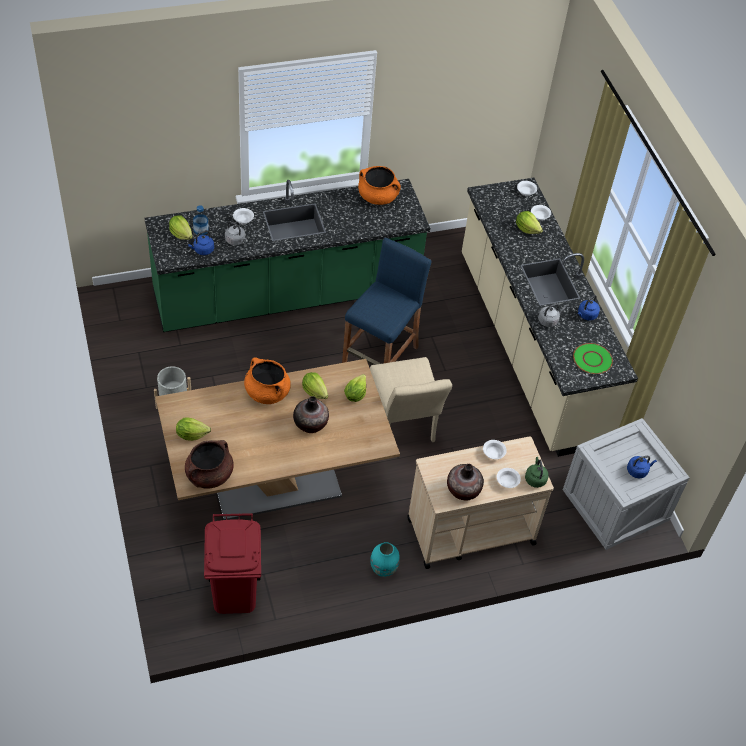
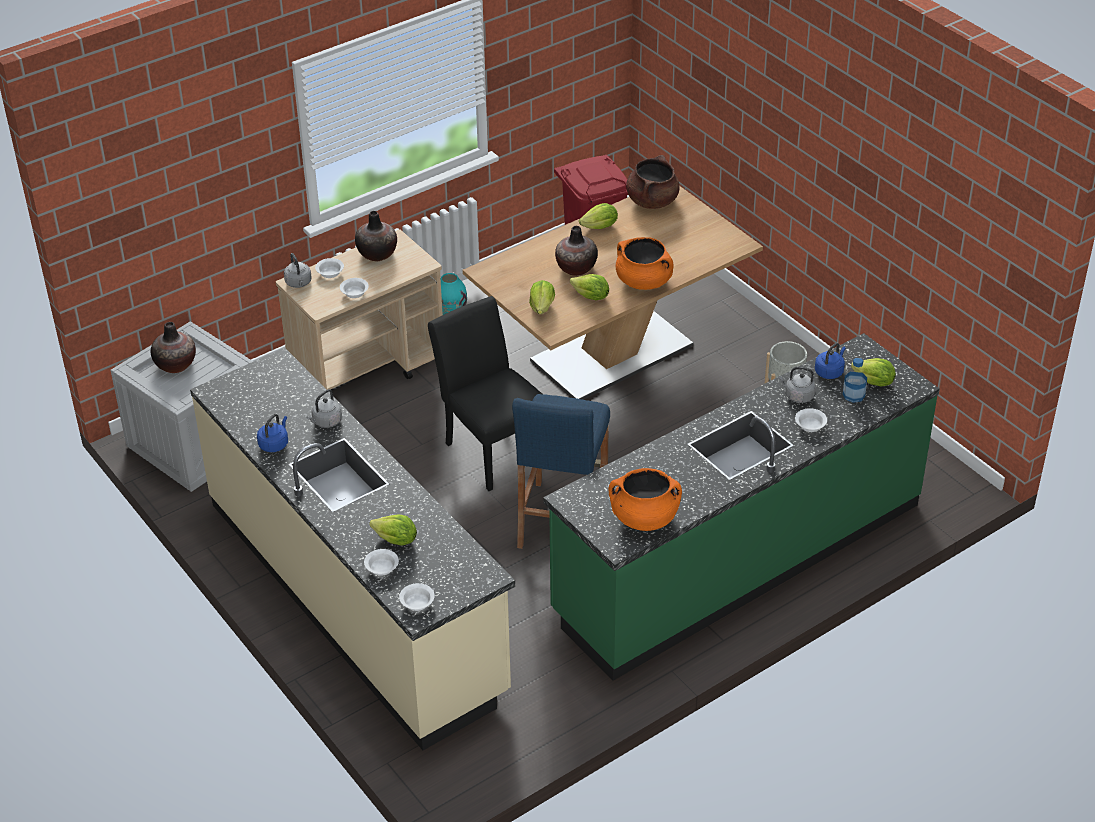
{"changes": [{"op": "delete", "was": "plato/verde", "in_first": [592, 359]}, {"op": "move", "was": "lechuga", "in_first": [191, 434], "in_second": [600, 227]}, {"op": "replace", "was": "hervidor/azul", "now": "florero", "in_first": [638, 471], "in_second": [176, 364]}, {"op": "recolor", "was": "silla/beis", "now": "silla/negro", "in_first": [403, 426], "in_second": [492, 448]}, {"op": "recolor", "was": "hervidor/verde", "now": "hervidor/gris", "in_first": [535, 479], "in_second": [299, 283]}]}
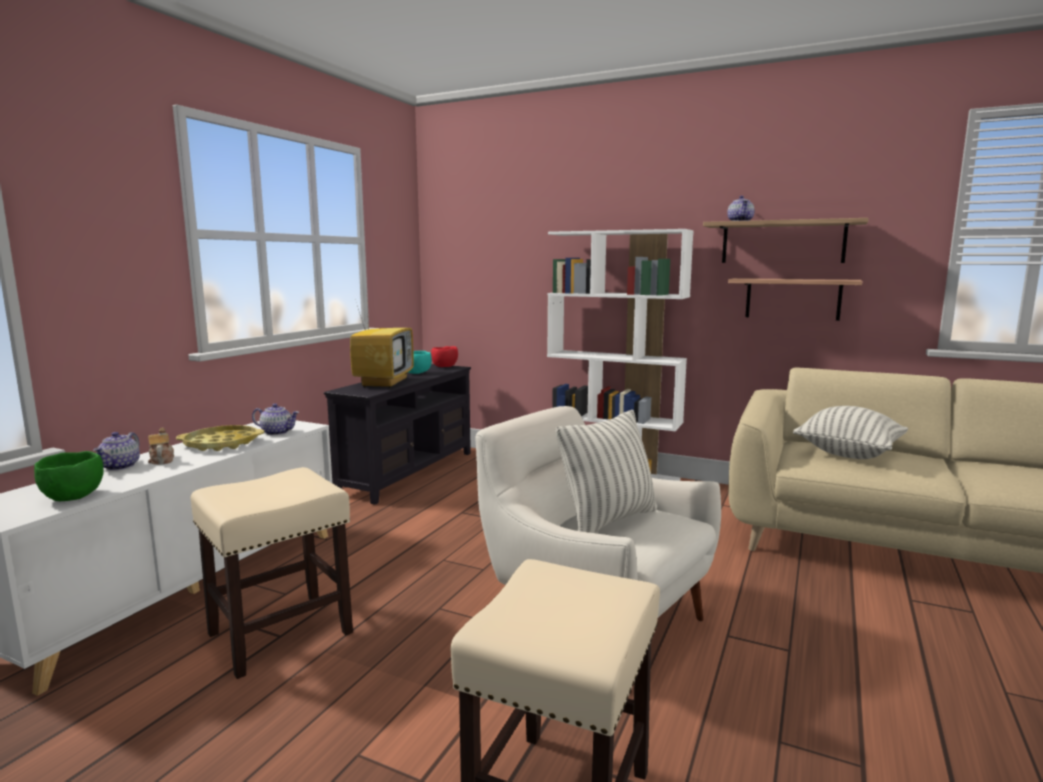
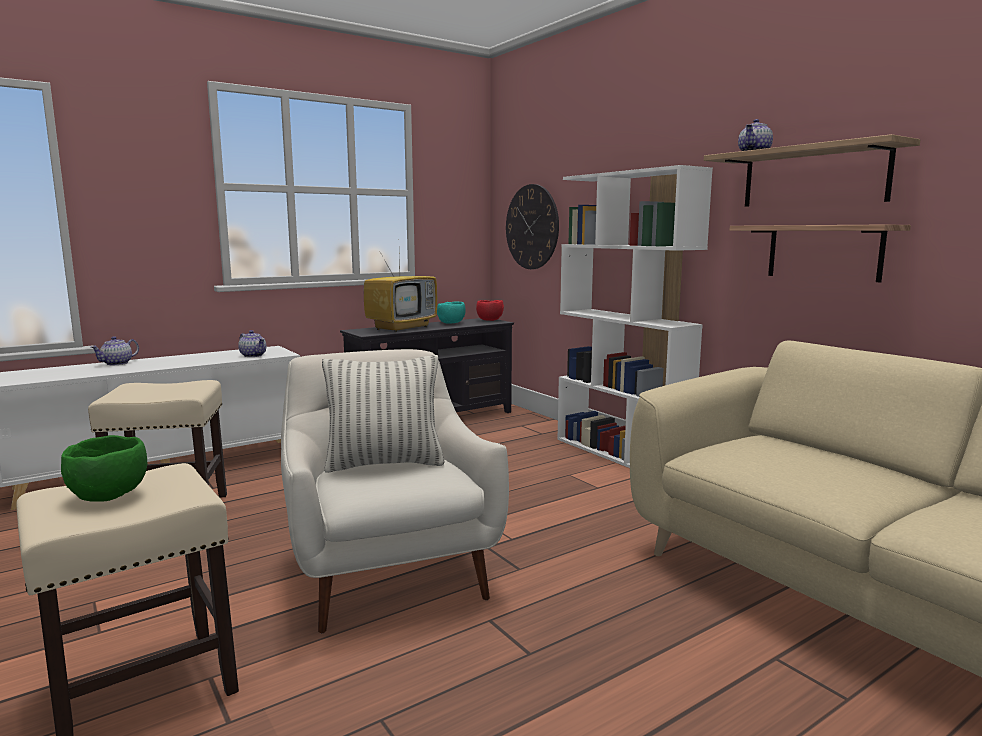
{"changes": [{"op": "delete", "was": "tetera", "in_first": [161, 460]}, {"op": "delete", "was": "bandeja/amarillo", "in_first": [221, 444]}, {"op": "delete", "was": "cojín", "in_first": [848, 454]}, {"op": "insert", "now": "reloj de pared", "in_second": [532, 227]}, {"op": "move", "was": "cuenco/verde", "in_first": [73, 496], "in_second": [110, 495]}]}
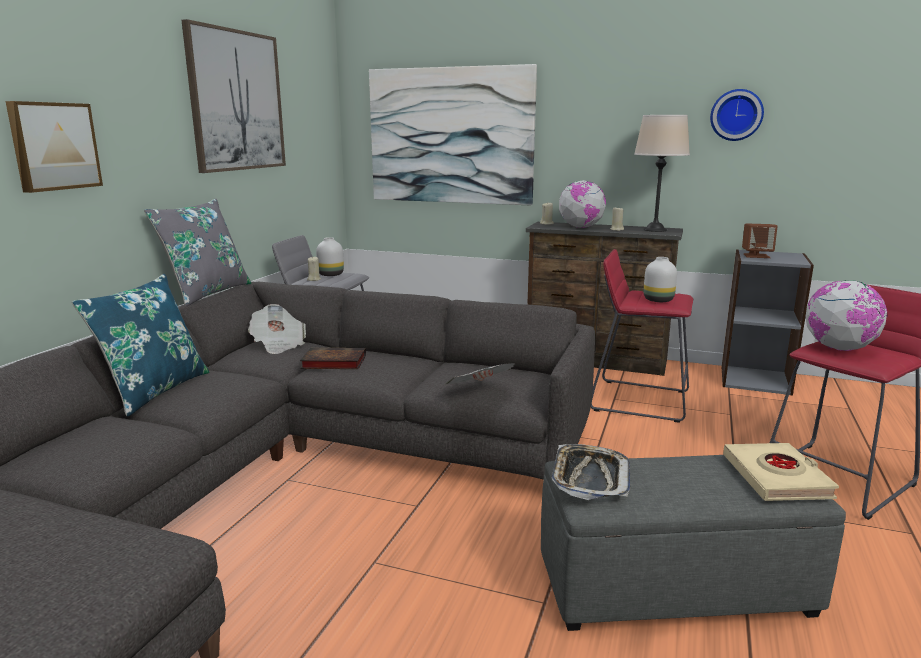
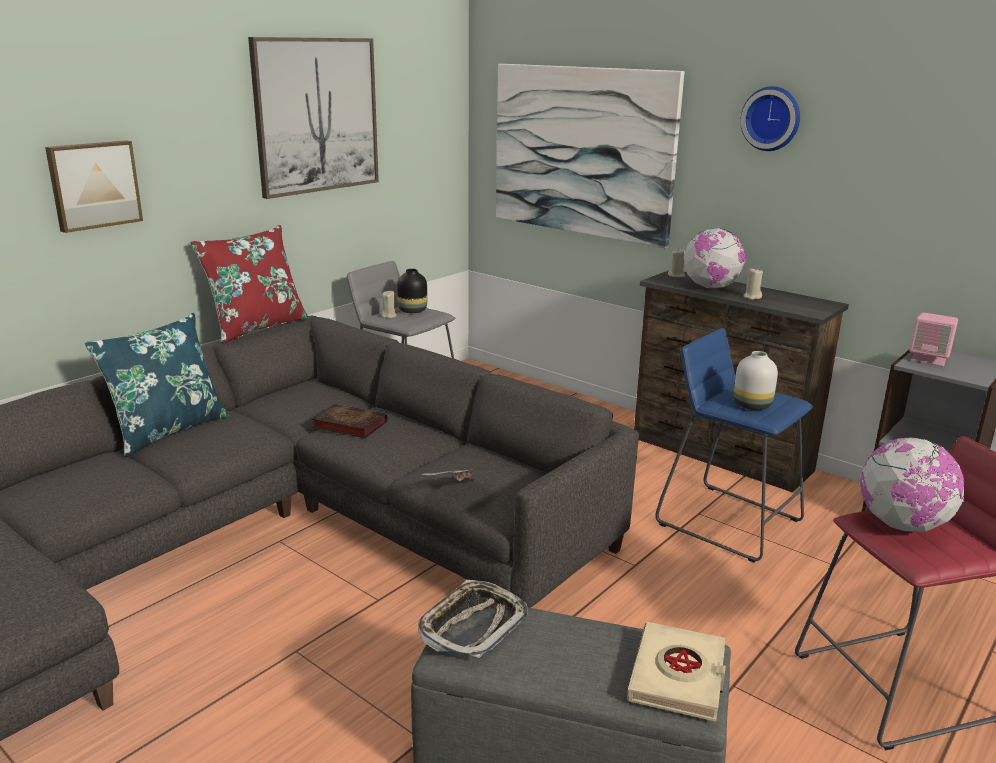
{"changes": [{"op": "delete", "was": "periódico", "in_first": [279, 344]}, {"op": "delete", "was": "lámpara de mesa/beis", "in_first": [655, 230]}, {"op": "move", "was": "reloj de pared", "in_first": [736, 115], "in_second": [772, 118]}, {"op": "recolor", "was": "cojín/gris", "now": "cojín/rojo", "in_first": [207, 293], "in_second": [256, 327]}, {"op": "recolor", "was": "florero/blanco", "now": "florero/negro", "in_first": [331, 274], "in_second": [413, 310]}, {"op": "recolor", "was": "taburete/rojo", "now": "taburete/azul", "in_first": [639, 400], "in_second": [728, 522]}, {"op": "recolor", "was": "altavoz/marrón", "now": "altavoz/rosa", "in_first": [756, 256], "in_second": [929, 359]}]}
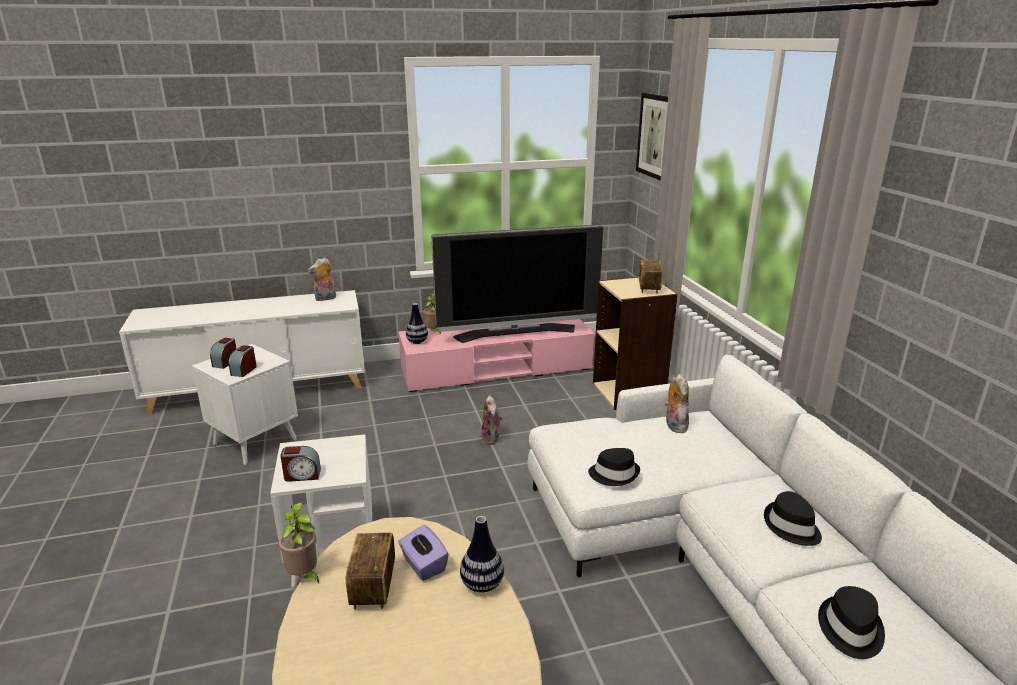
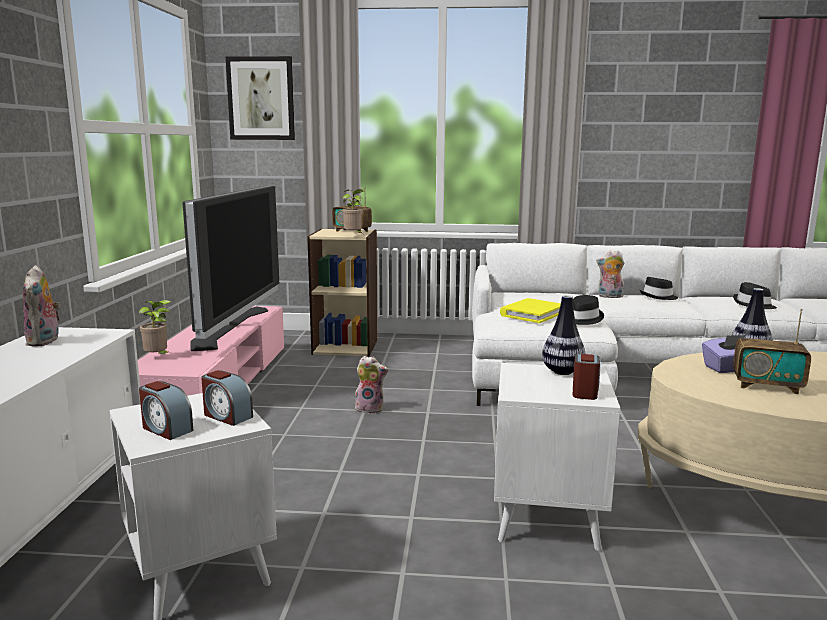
{"changes": [{"op": "insert", "now": "libro/amarillo", "in_second": [532, 314]}, {"op": "move", "was": "planta en maceta", "in_first": [304, 576], "in_second": [354, 236]}, {"op": "move", "was": "florero", "in_first": [417, 342], "in_second": [562, 372]}, {"op": "move", "was": "peluche", "in_first": [674, 425], "in_second": [609, 297]}]}
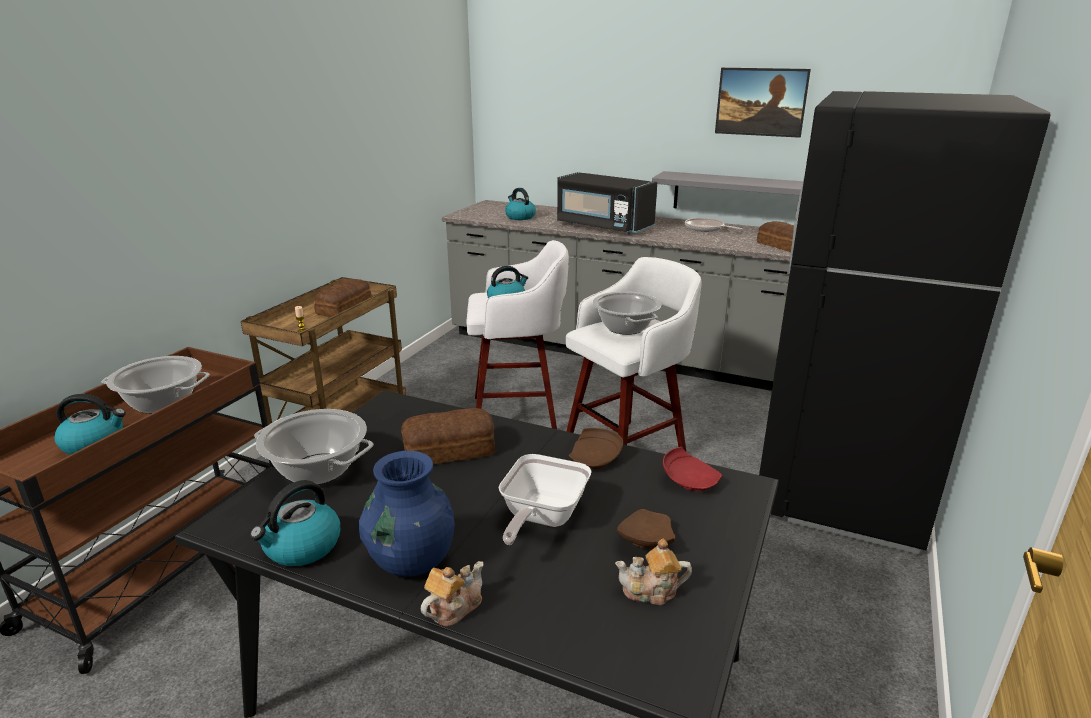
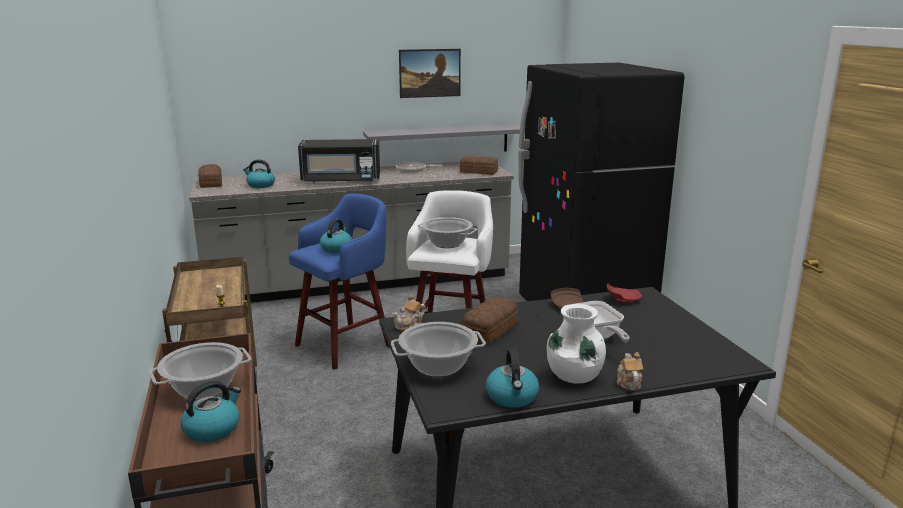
{"changes": [{"op": "delete", "was": "plato/marrón", "in_first": [644, 541]}, {"op": "move", "was": "pan", "in_first": [346, 307], "in_second": [211, 183]}, {"op": "move", "was": "tetera", "in_first": [651, 591], "in_second": [409, 325]}, {"op": "recolor", "was": "florero/azul", "now": "florero/blanco", "in_first": [412, 559], "in_second": [574, 376]}, {"op": "recolor", "was": "taburete/blanco", "now": "taburete/azul", "in_first": [518, 414], "in_second": [346, 345]}]}
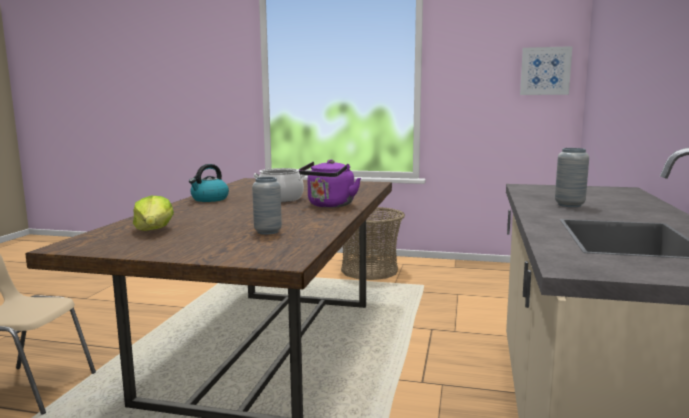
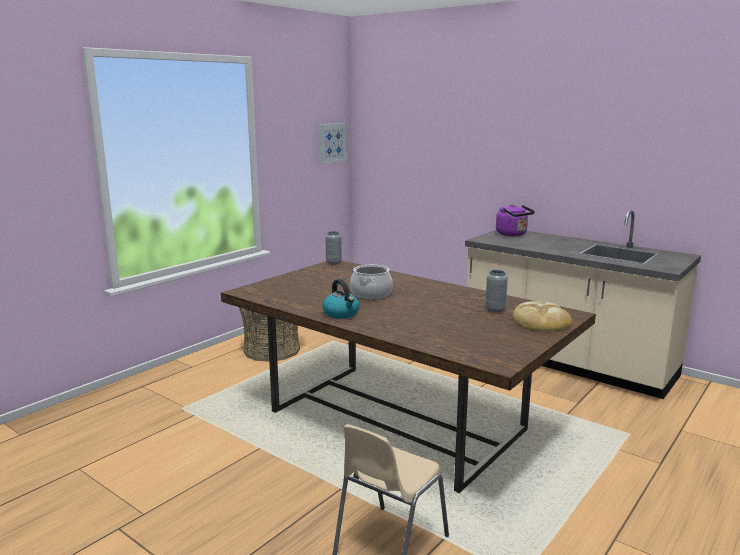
{"changes": [{"op": "delete", "was": "lechuga", "in_first": [154, 230]}, {"op": "insert", "now": "pan", "in_second": [540, 321]}, {"op": "move", "was": "hervidor/morado", "in_first": [329, 205], "in_second": [513, 234]}, {"op": "move", "was": "florero/gris", "in_first": [569, 205], "in_second": [333, 262]}]}
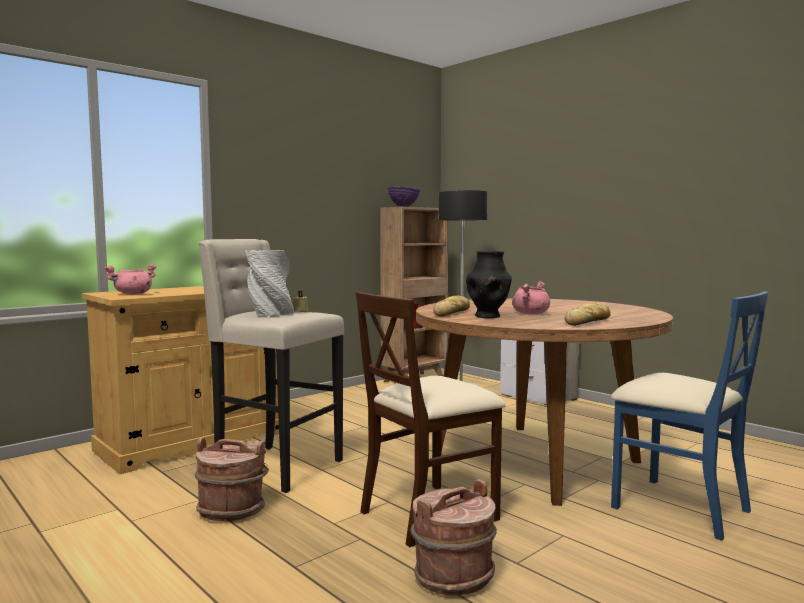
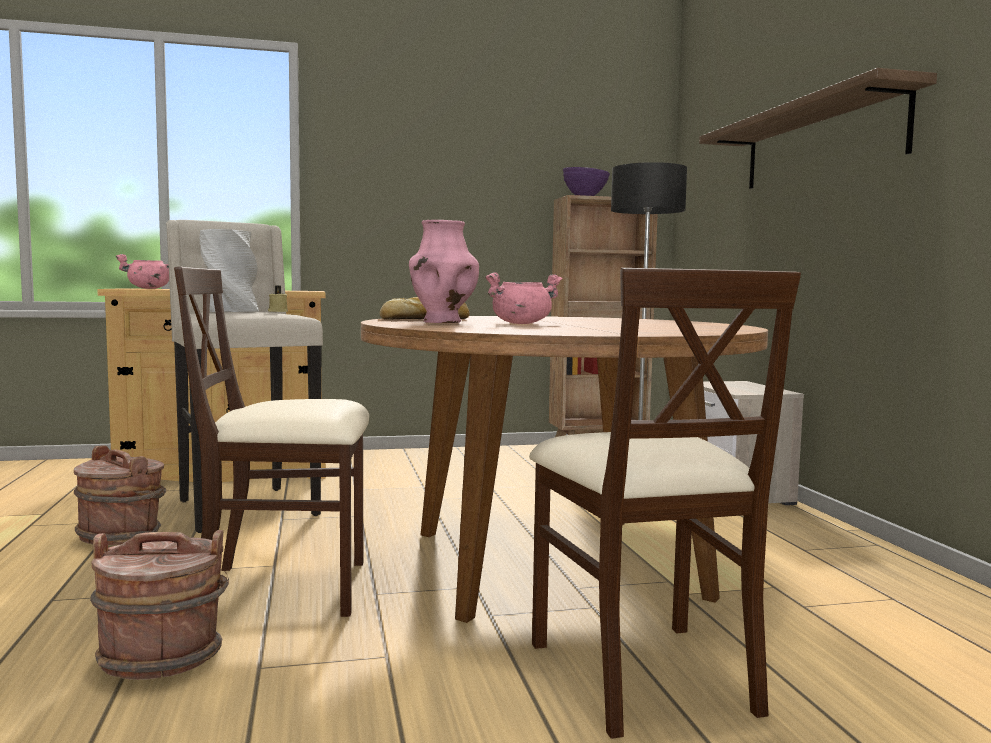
{"changes": [{"op": "delete", "was": "pan", "in_first": [588, 321]}, {"op": "insert", "now": "estante", "in_second": [820, 143]}, {"op": "recolor", "was": "florero/negro", "now": "florero/rosa", "in_first": [488, 316], "in_second": [442, 322]}, {"op": "recolor", "was": "silla/azul", "now": "silla/beis", "in_first": [679, 507], "in_second": [643, 674]}]}
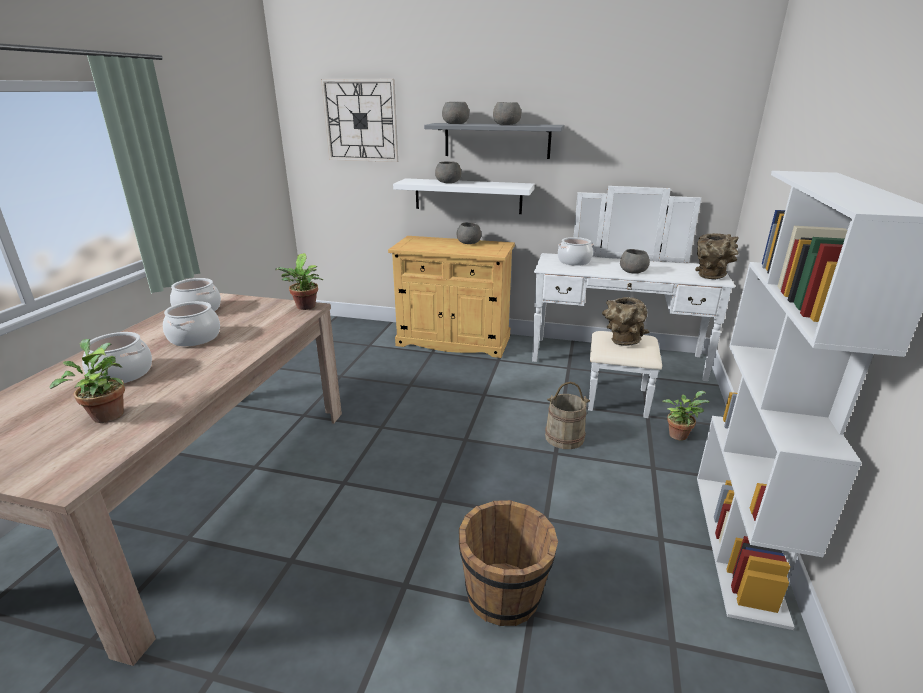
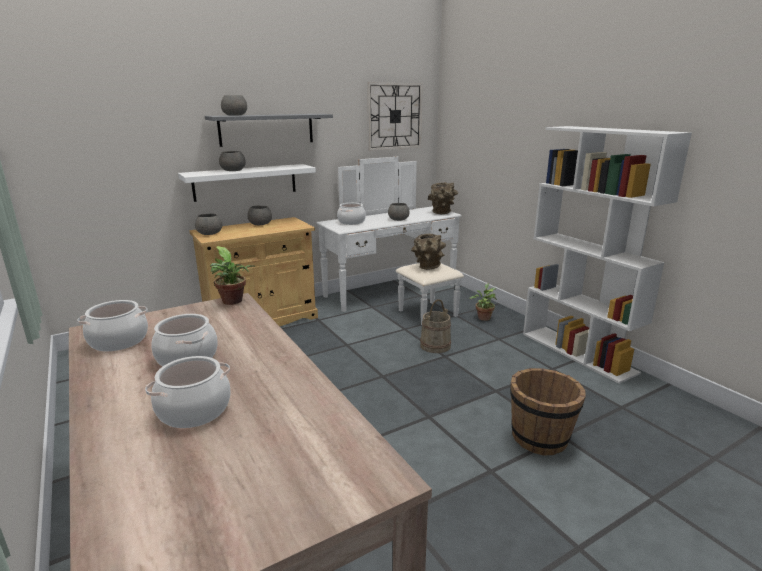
{"changes": [{"op": "delete", "was": "planta en maceta", "in_first": [106, 414]}, {"op": "move", "was": "reloj de pared", "in_first": [361, 121], "in_second": [394, 116]}, {"op": "move", "was": "cuenco/gris", "in_first": [506, 124], "in_second": [209, 233]}]}
